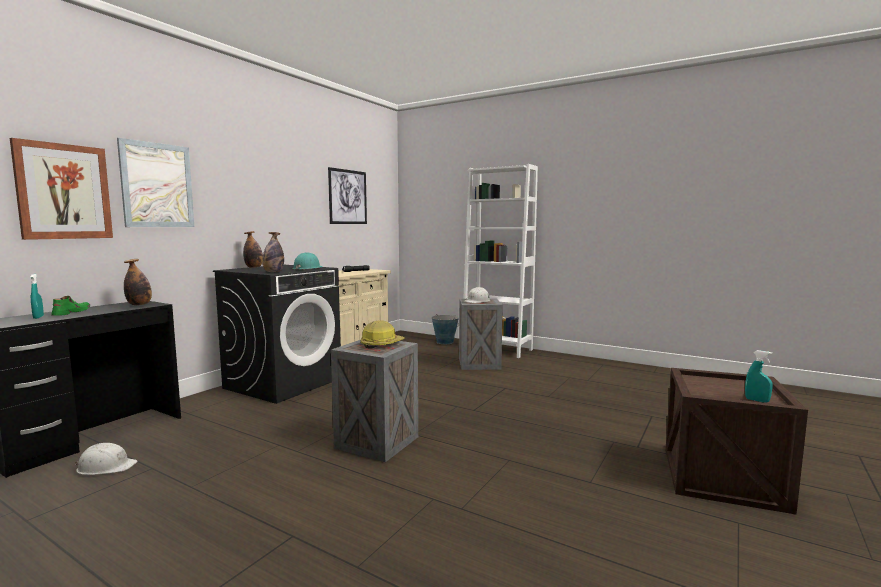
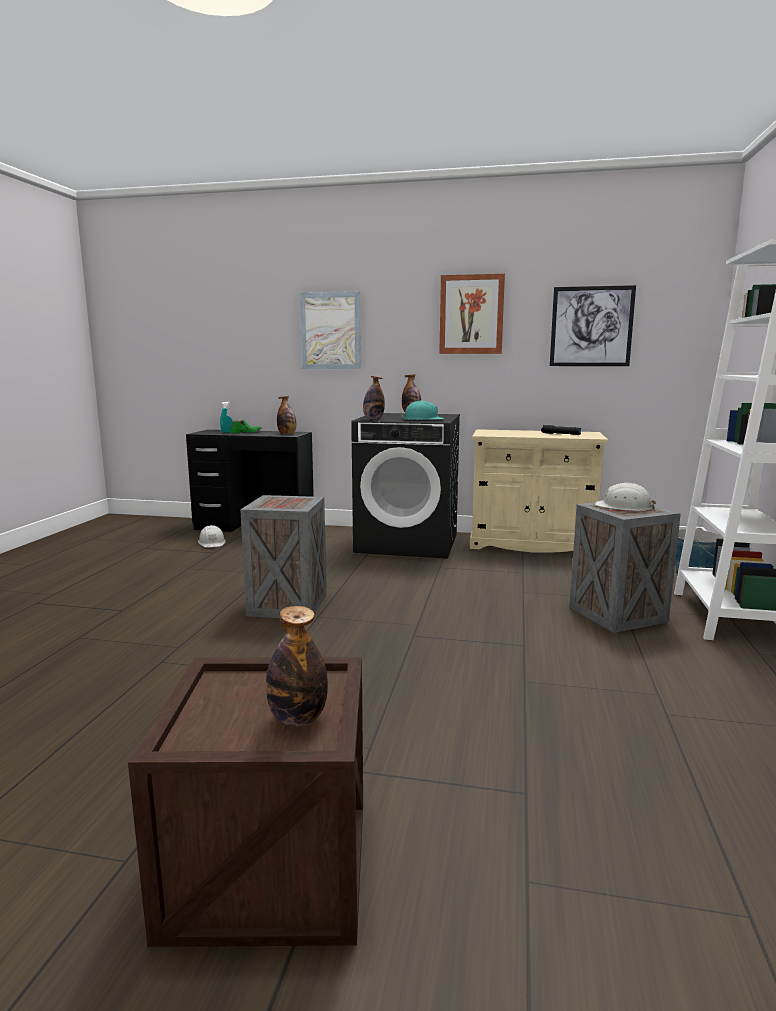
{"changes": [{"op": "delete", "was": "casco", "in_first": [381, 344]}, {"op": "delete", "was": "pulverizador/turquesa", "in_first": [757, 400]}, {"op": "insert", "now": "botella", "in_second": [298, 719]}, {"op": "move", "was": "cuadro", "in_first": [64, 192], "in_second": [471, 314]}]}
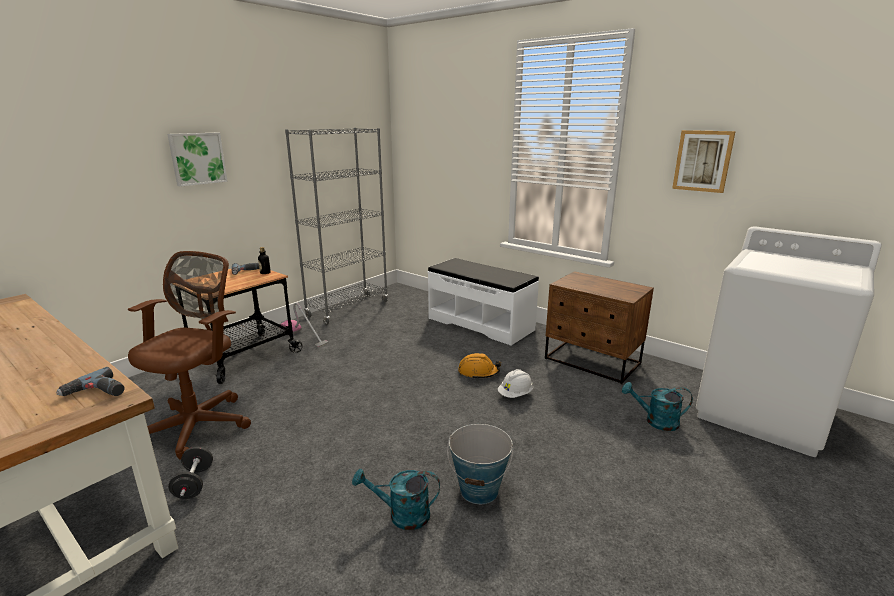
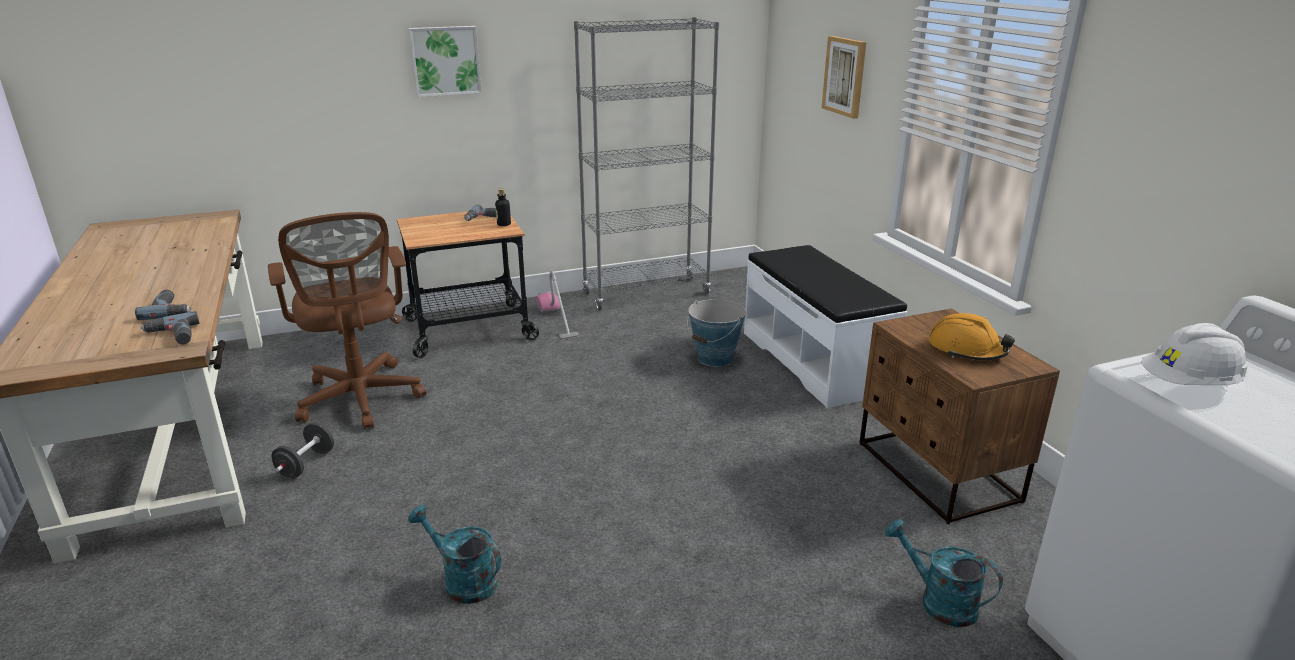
{"changes": [{"op": "insert", "now": "taladro", "in_second": [171, 310]}, {"op": "move", "was": "cubo", "in_first": [479, 490], "in_second": [715, 358]}, {"op": "move", "was": "casco/naranja", "in_first": [478, 372], "in_second": [966, 350]}, {"op": "move", "was": "casco/blanco", "in_first": [515, 394], "in_second": [1189, 385]}, {"op": "move", "was": "cuadro", "in_first": [703, 161], "in_second": [845, 76]}, {"op": "rotate", "was": "silla de oficina/marrón", "in_first": [199, 425], "in_second": [361, 400], "clockwise": 105}]}
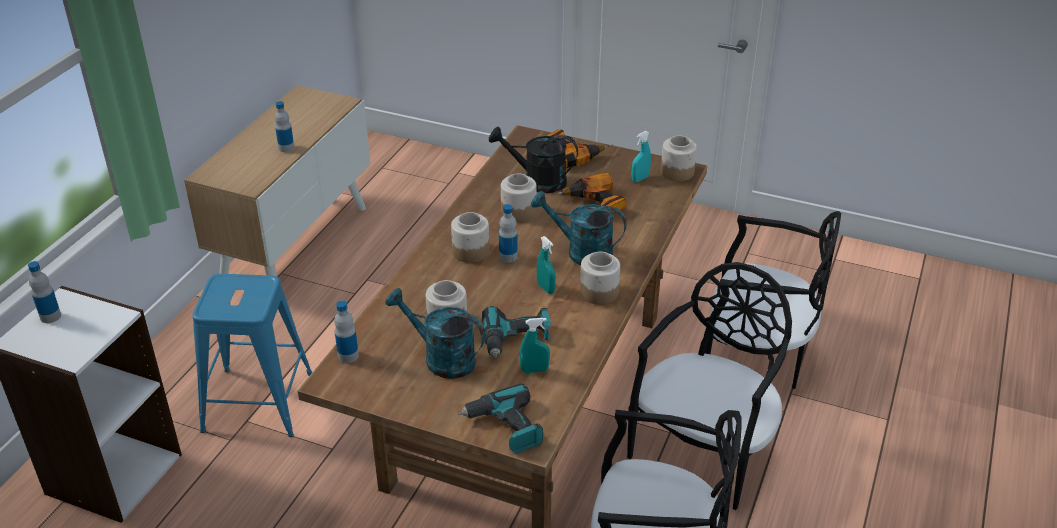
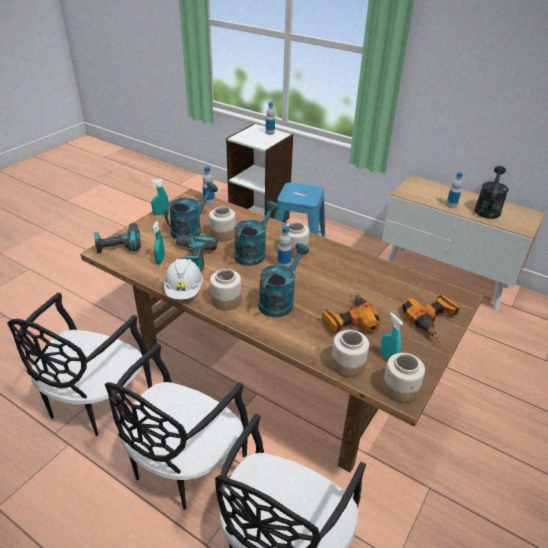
{"changes": [{"op": "insert", "now": "casco/blanco", "in_second": [184, 290]}, {"op": "insert", "now": "regadera/turquesa", "in_second": [253, 252]}, {"op": "move", "was": "regadera/negro", "in_first": [537, 181], "in_second": [487, 209]}, {"op": "move", "was": "tarro", "in_first": [518, 211], "in_second": [348, 364]}, {"op": "move", "was": "pulverizador/turquesa", "in_first": [545, 288], "in_second": [161, 214]}, {"op": "rotate", "was": "silla/negro", "in_first": [705, 451], "in_second": [183, 463], "clockwise": 75}]}
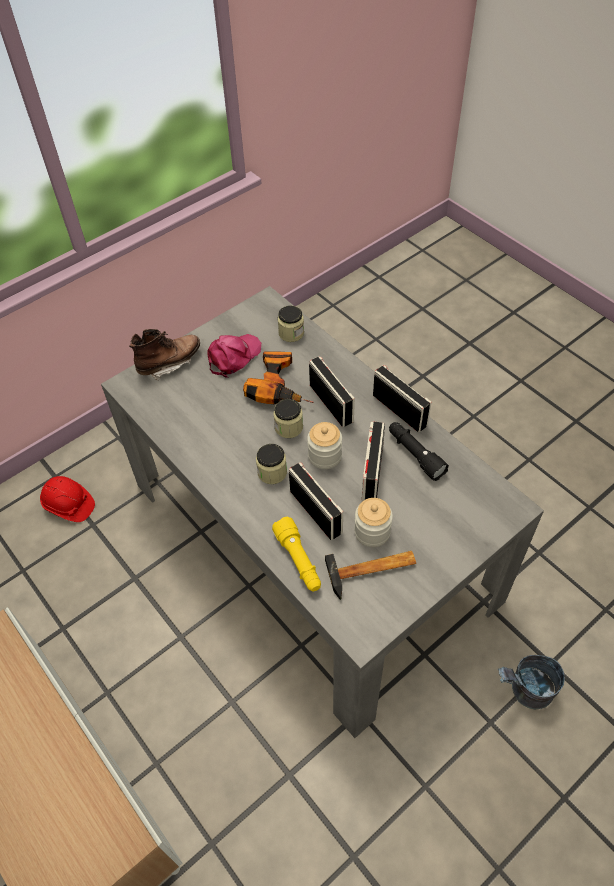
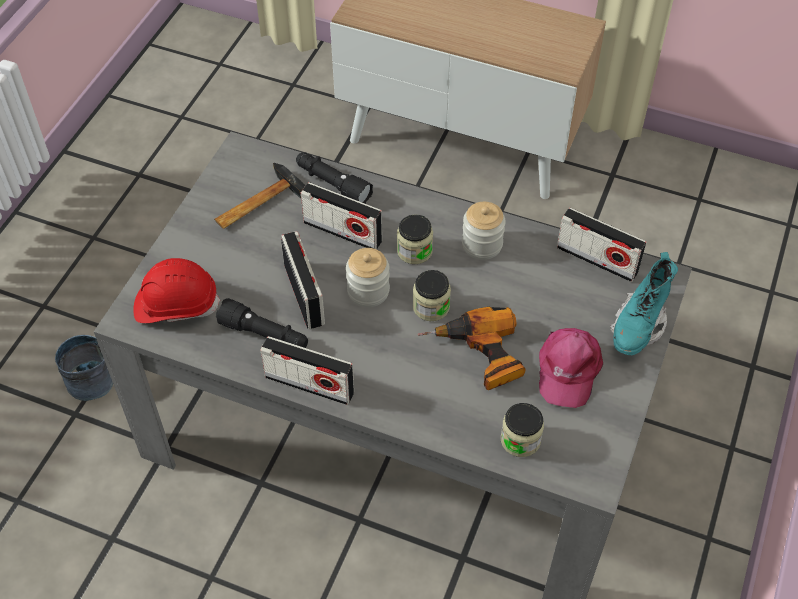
{"changes": [{"op": "move", "was": "casco/rojo", "in_first": [69, 505], "in_second": [176, 304]}, {"op": "move", "was": "radio", "in_first": [331, 403], "in_second": [597, 259]}, {"op": "move", "was": "tarro", "in_first": [372, 532], "in_second": [482, 244]}, {"op": "recolor", "was": "bota/marrón", "now": "bota/turquesa", "in_first": [169, 363], "in_second": [638, 326]}, {"op": "recolor", "was": "linterna/amarillo", "now": "linterna/negro", "in_first": [299, 560], "in_second": [332, 184]}]}
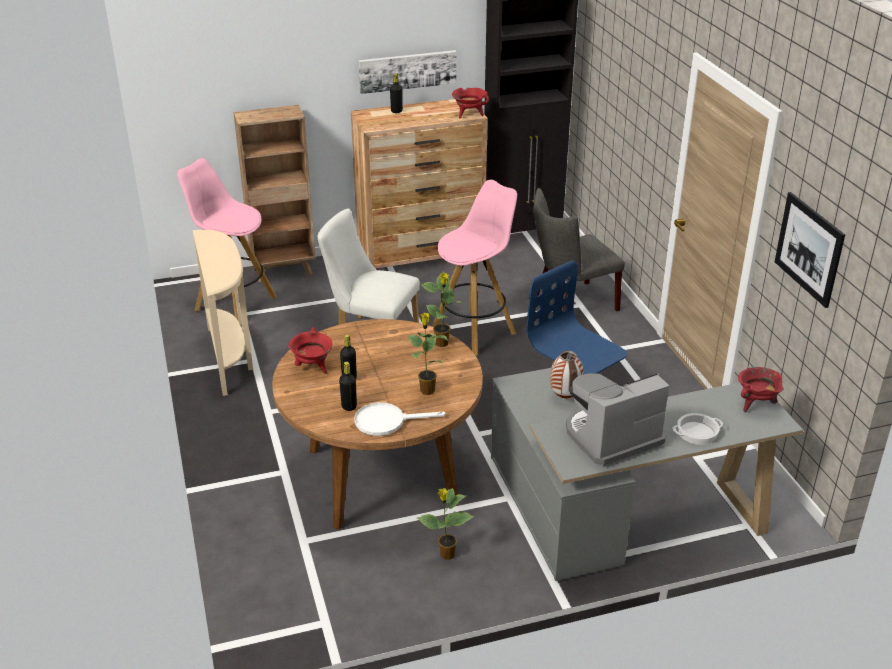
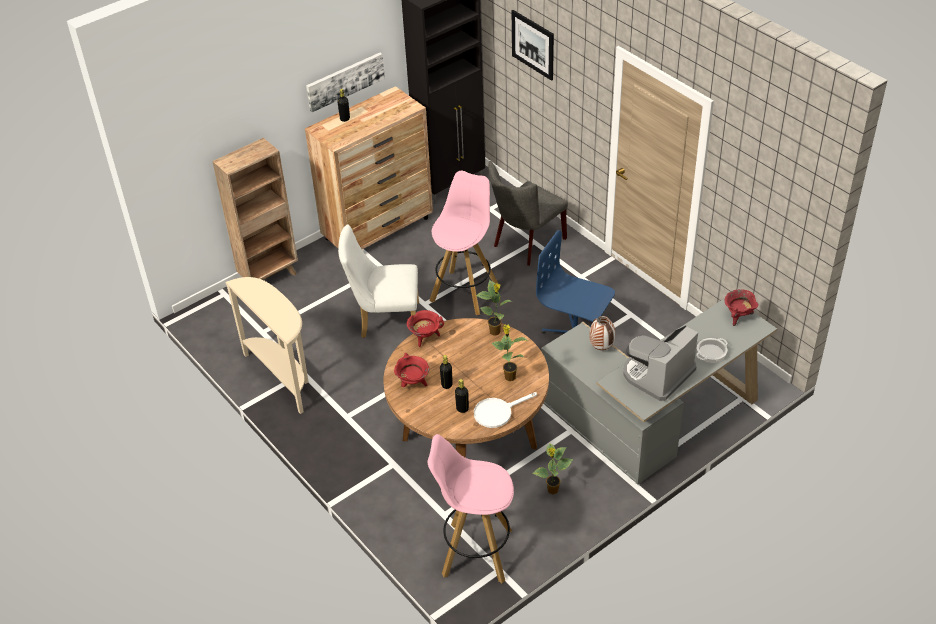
{"changes": [{"op": "move", "was": "taburete/rosa", "in_first": [234, 303], "in_second": [475, 552]}, {"op": "move", "was": "olla/rojo", "in_first": [469, 115], "in_second": [425, 338]}, {"op": "move", "was": "cuadro", "in_first": [809, 248], "in_second": [533, 44]}]}
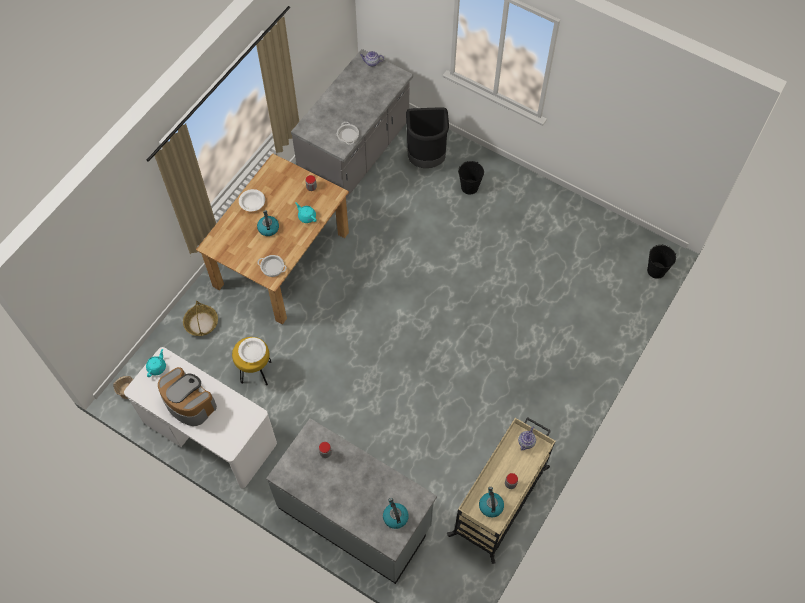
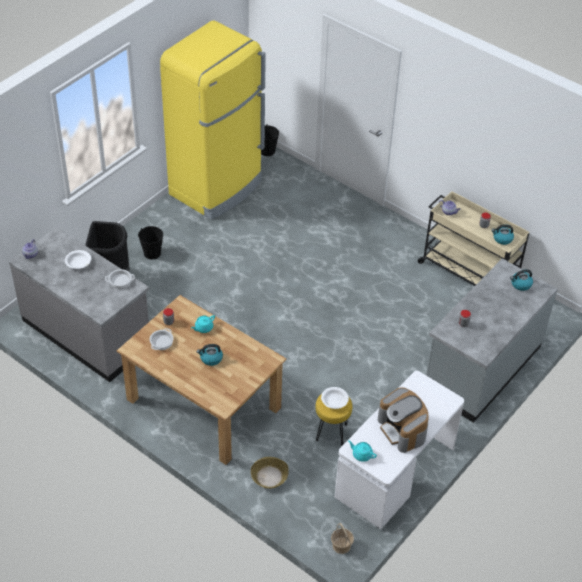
{"changes": [{"op": "insert", "now": "nevera/amarillo", "in_second": [217, 188]}, {"op": "move", "was": "cuenco/blanco", "in_first": [252, 203], "in_second": [78, 263]}, {"op": "move", "was": "olla", "in_first": [272, 267], "in_second": [161, 341]}, {"op": "rotate", "was": "cafetera", "in_first": [188, 403], "in_second": [402, 430], "clockwise": -75}]}
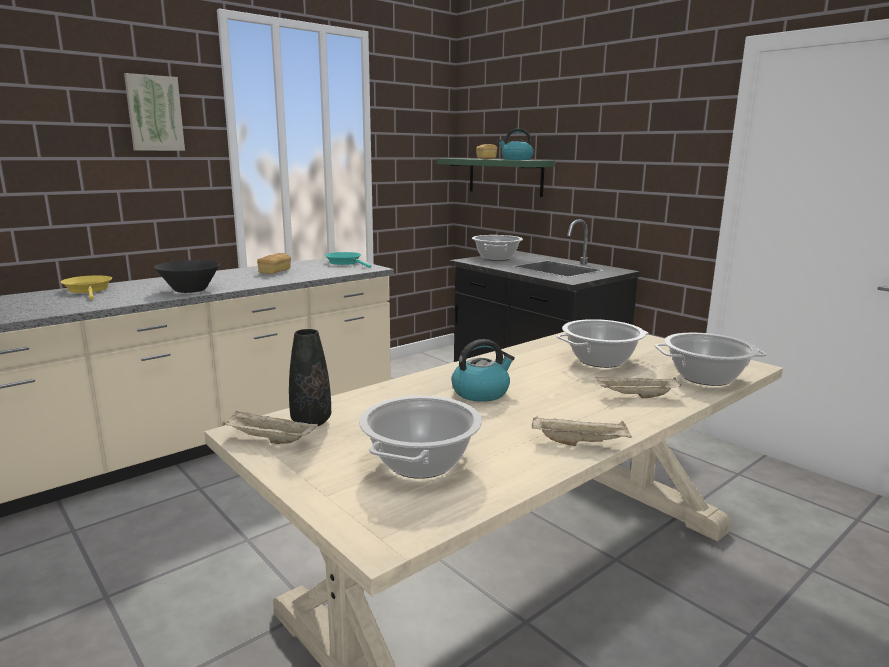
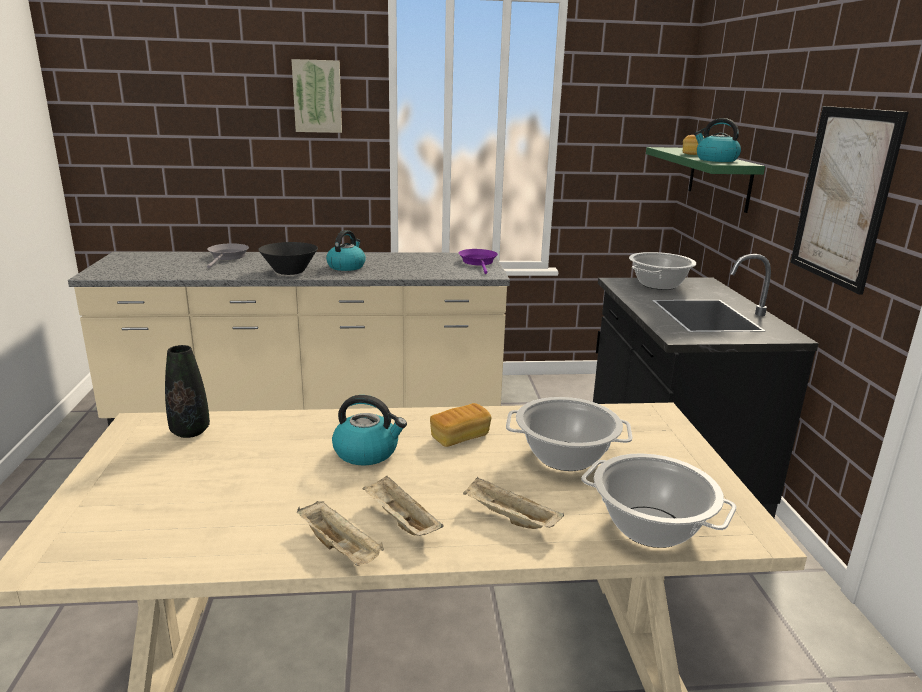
{"changes": [{"op": "delete", "was": "olla", "in_first": [420, 462]}, {"op": "insert", "now": "hervidor", "in_second": [346, 266]}, {"op": "insert", "now": "cuadro", "in_second": [843, 196]}, {"op": "move", "was": "bandeja/beis", "in_first": [268, 440], "in_second": [400, 521]}, {"op": "move", "was": "pan", "in_first": [275, 272], "in_second": [460, 437]}, {"op": "recolor", "was": "sartén/amarillo", "now": "sartén/gris", "in_first": [89, 290], "in_second": [228, 257]}, {"op": "recolor", "was": "sartén/turquesa", "now": "sartén/morado", "in_first": [345, 263], "in_second": [478, 262]}]}
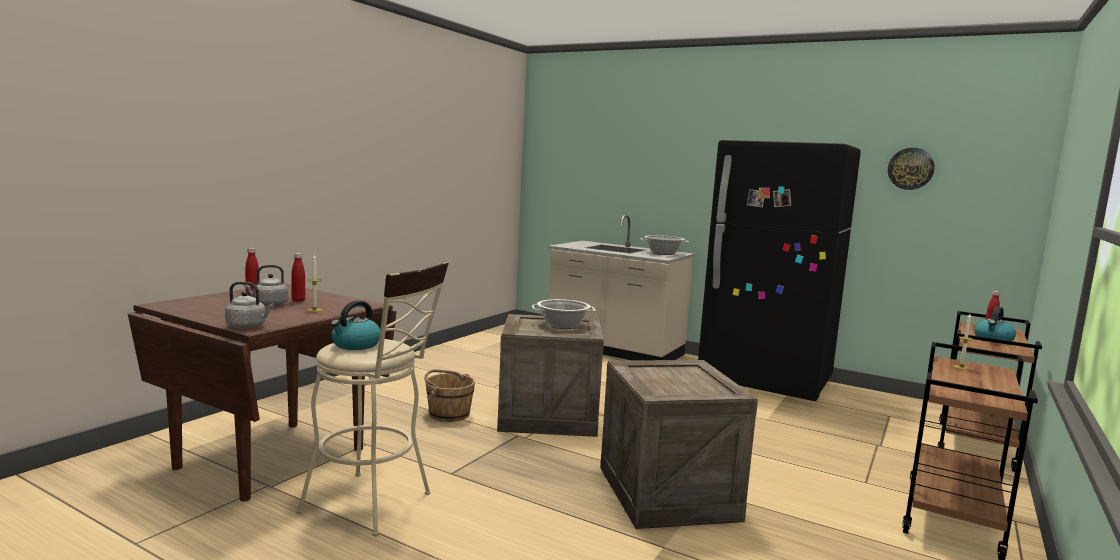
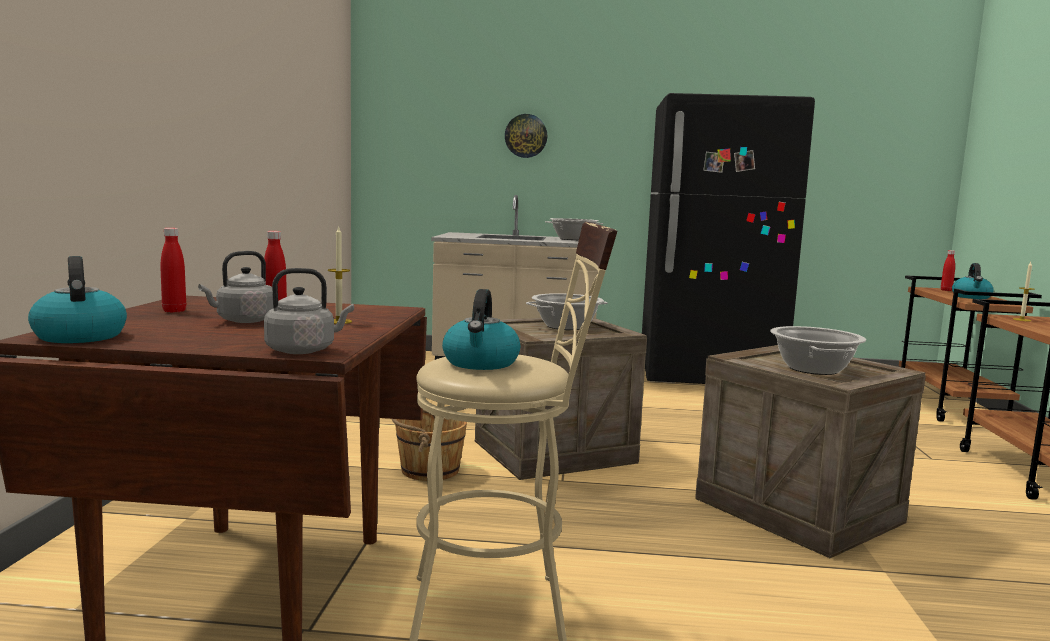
{"changes": [{"op": "insert", "now": "hervidor", "in_second": [79, 336]}, {"op": "insert", "now": "olla", "in_second": [813, 369]}, {"op": "move", "was": "reloj de pared", "in_first": [910, 168], "in_second": [526, 136]}]}
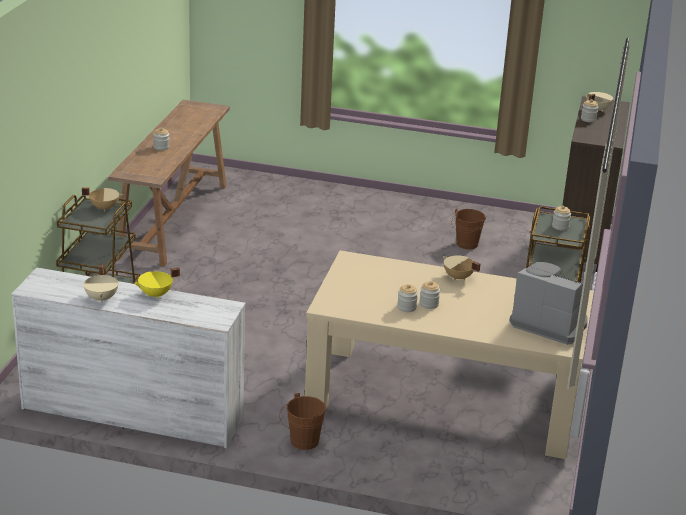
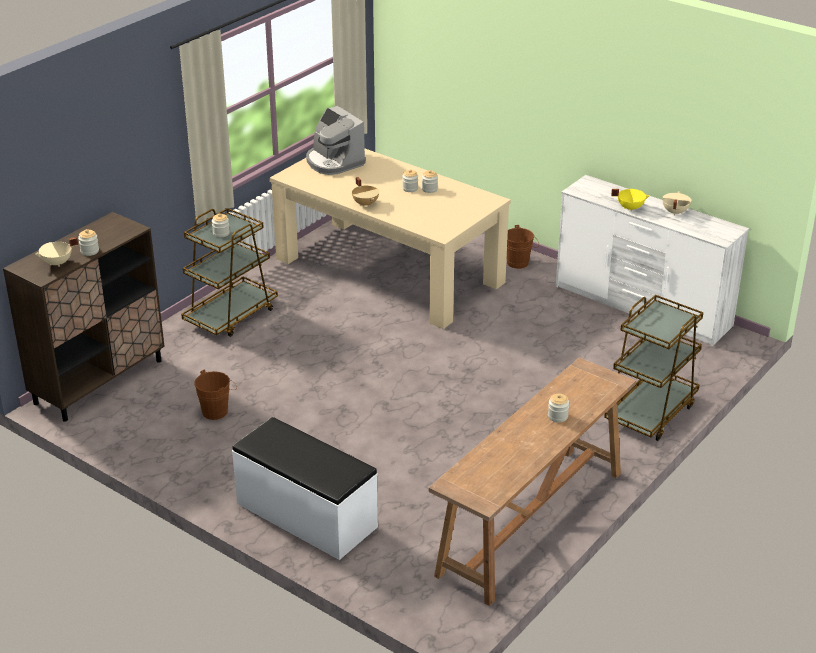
{"changes": [{"op": "delete", "was": "olla/beis", "in_first": [104, 208]}, {"op": "insert", "now": "banco/blanco", "in_second": [306, 515]}]}
